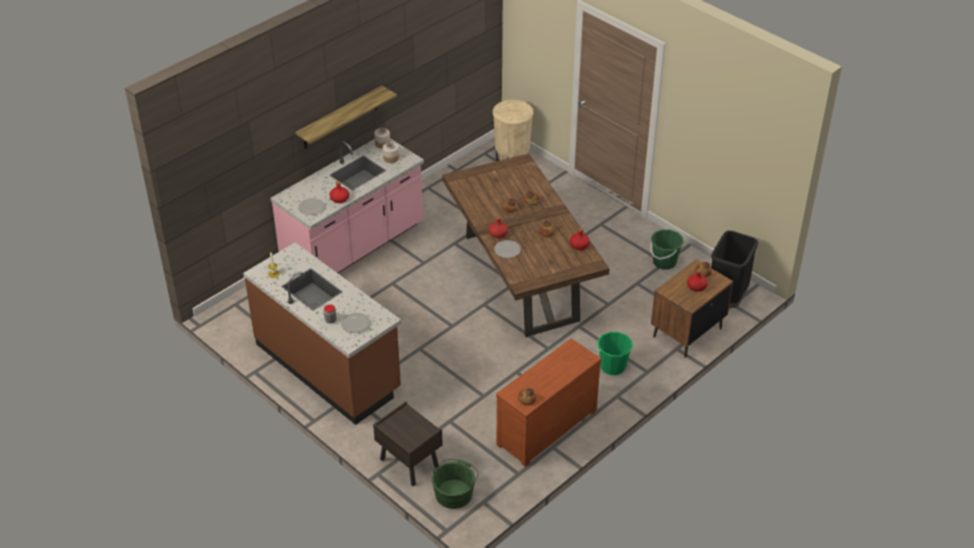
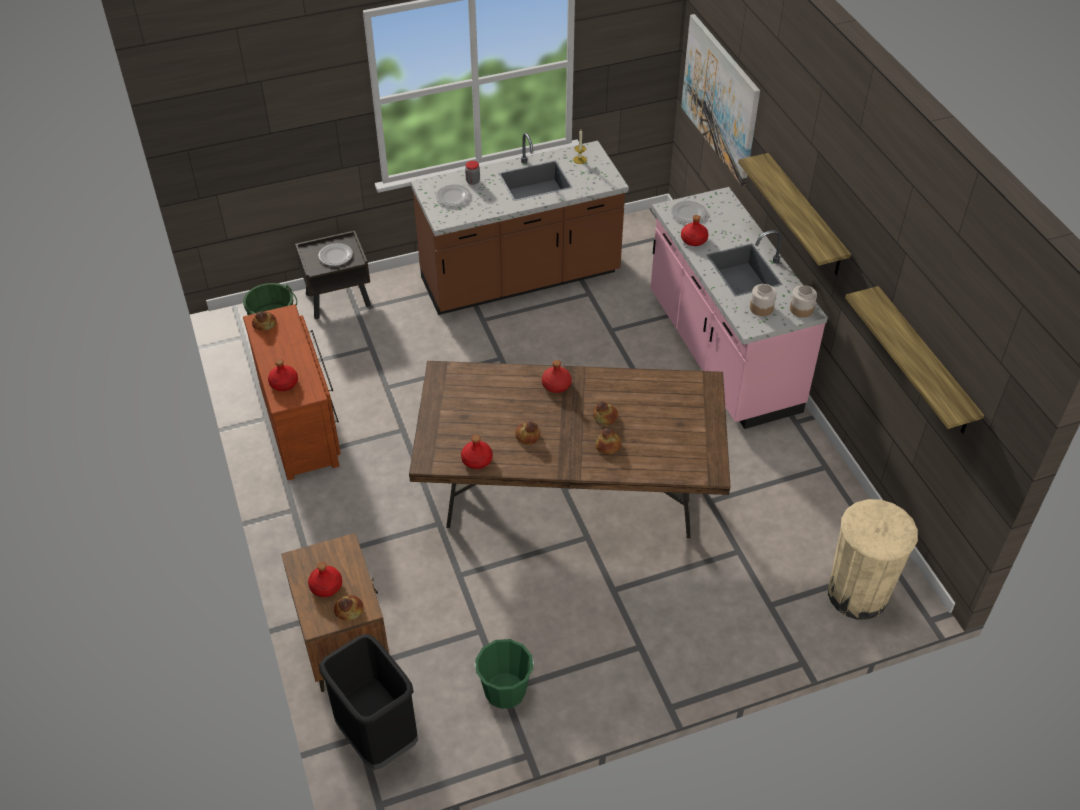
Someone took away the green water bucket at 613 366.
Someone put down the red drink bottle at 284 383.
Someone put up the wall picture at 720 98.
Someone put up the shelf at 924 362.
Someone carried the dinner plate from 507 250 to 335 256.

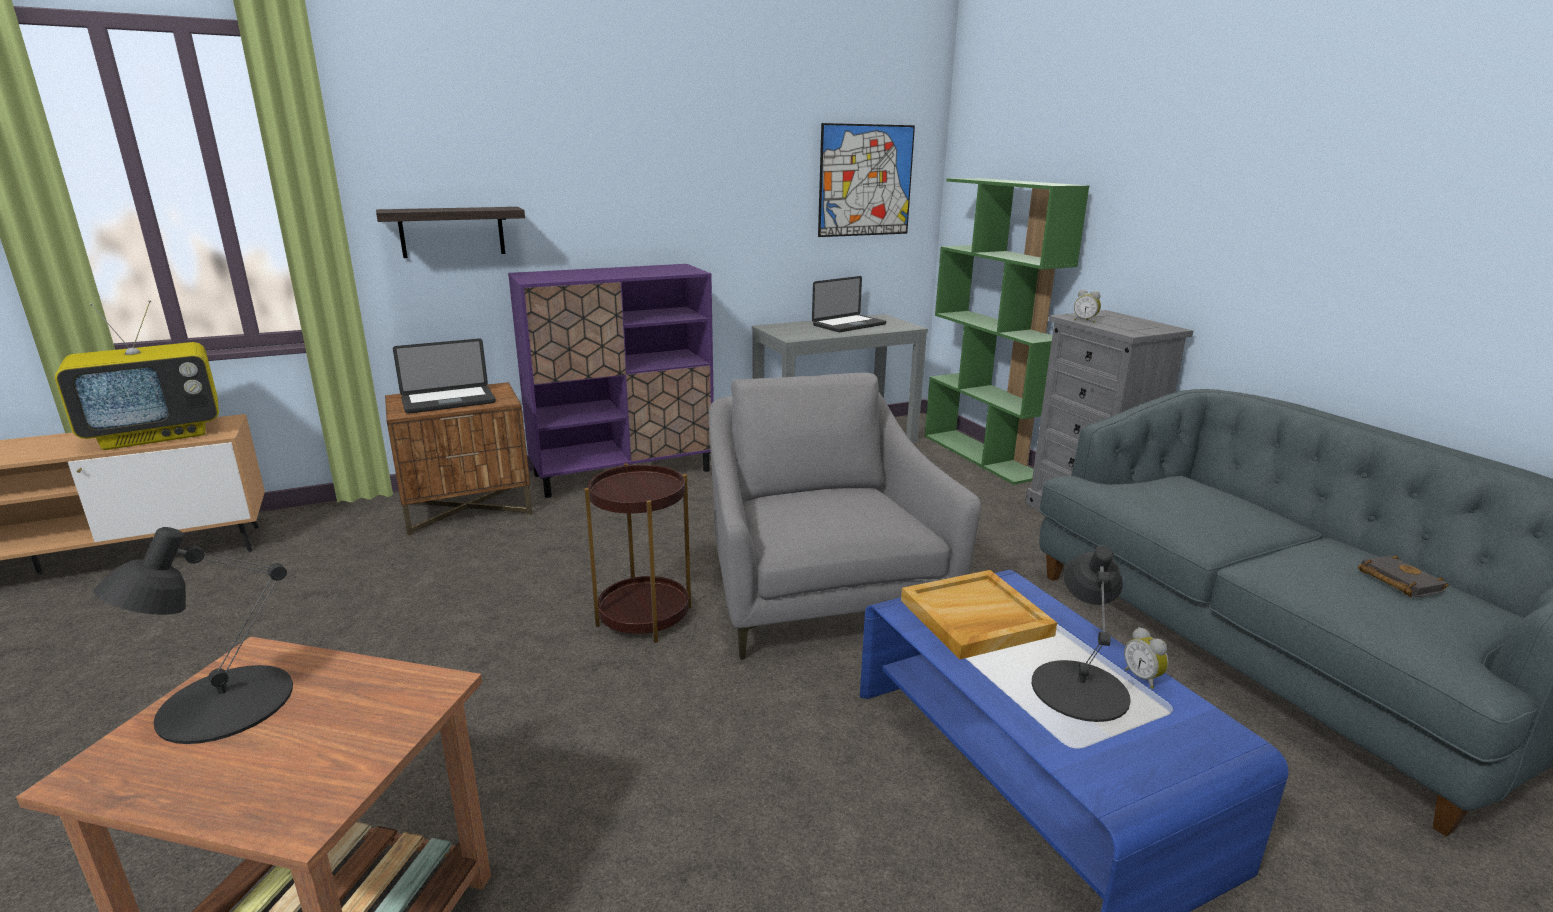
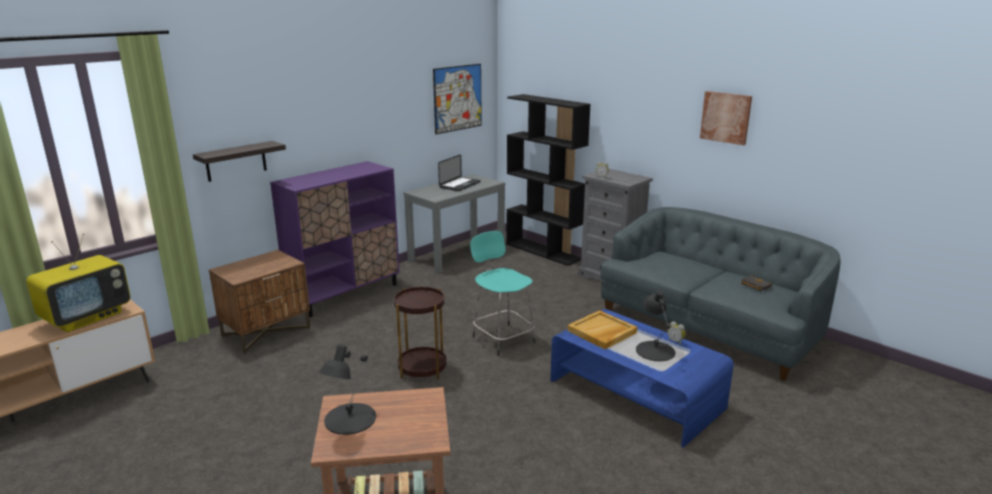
Someone took away the notebook computer at 448 401.
Someone put up the wall picture at 726 117.
Someone swapped the greyish lounge chair at 819 591 for the turquoise sitting stool at 502 339.
Someone repainted the green bookcase at 982 456, which became the blackish bookcase at 544 251.

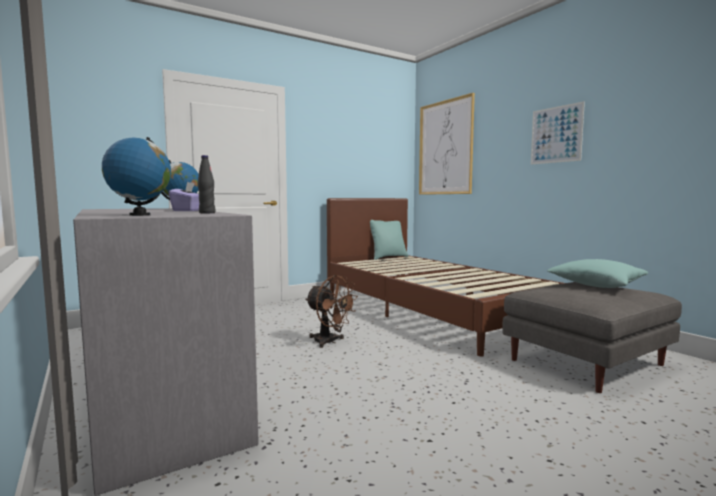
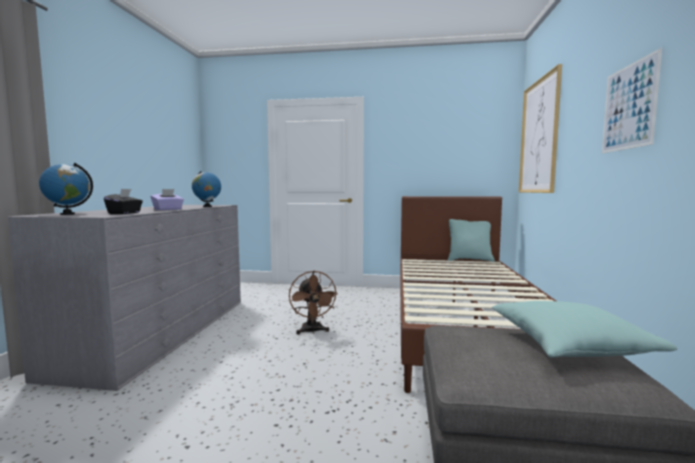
Someone swapped the blackish drink bottle at 207 213 for the blackish tissue holder at 125 213.

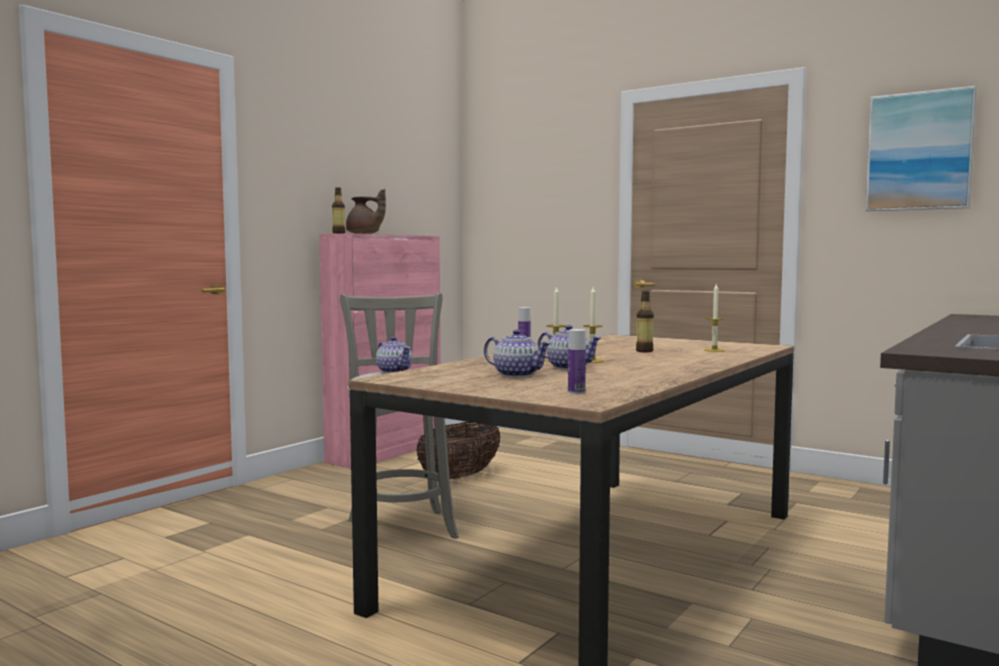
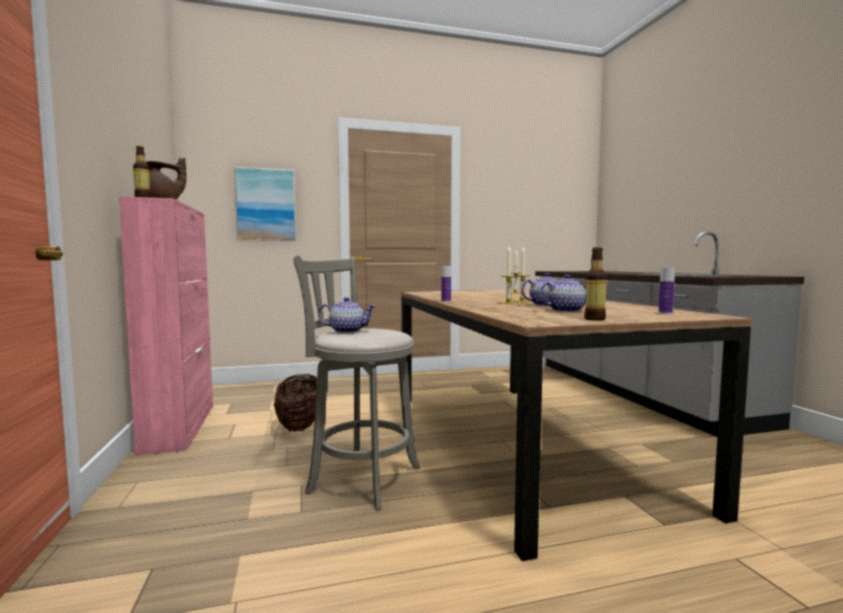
Someone carried the drink bottle from 644 351 to 594 319.
Someone carried the wall picture from 919 151 to 266 205.

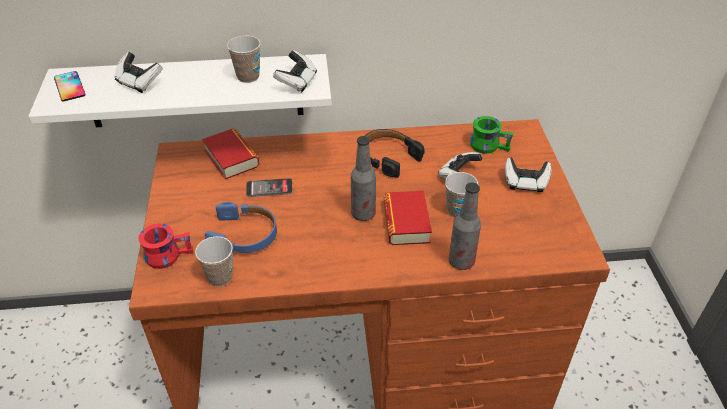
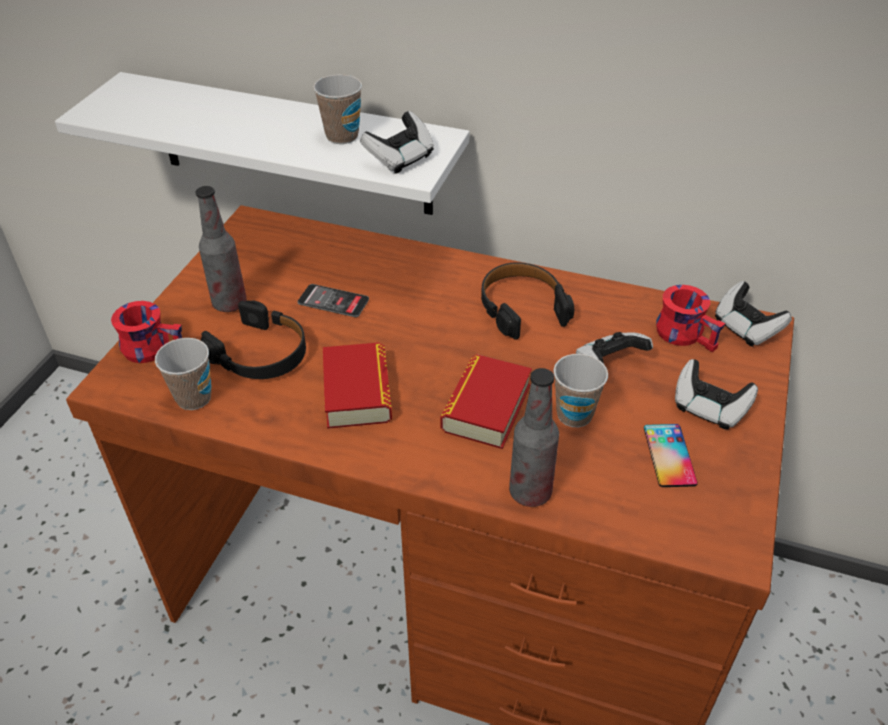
Someone carried the telephone from 69 86 to 669 455.
Someone carried the game controller from 139 83 to 746 328.
Someone carried the book from 231 158 to 357 392.
Someone carried the drink bottle from 363 214 to 229 303.
Someone repainted the blue-coloured headphones at 244 235, which became the blackish headphones at 260 353.
Someone repainted the green coffee mug at 489 145, which became the red coffee mug at 687 333.

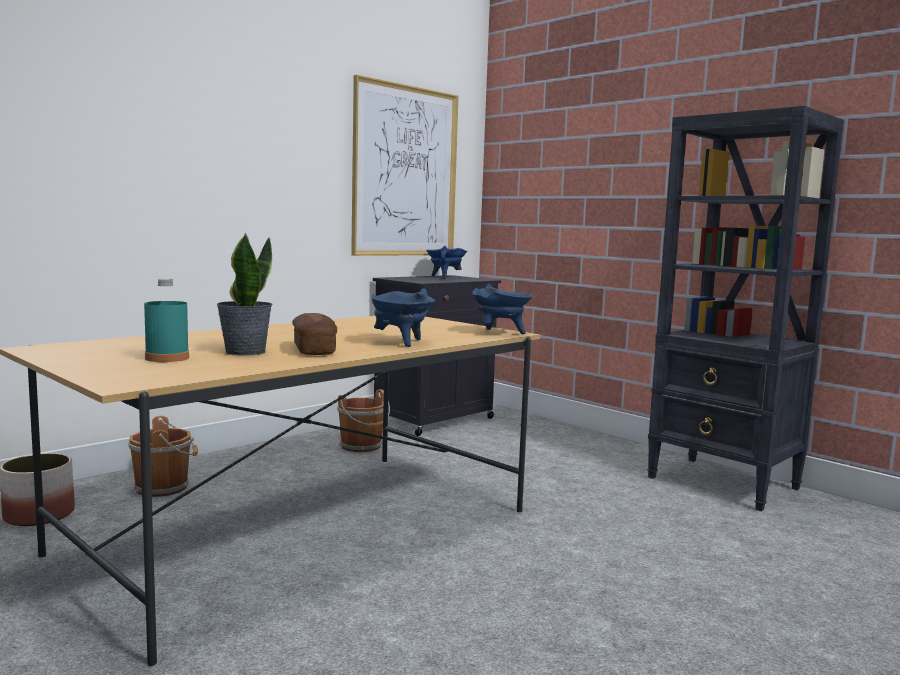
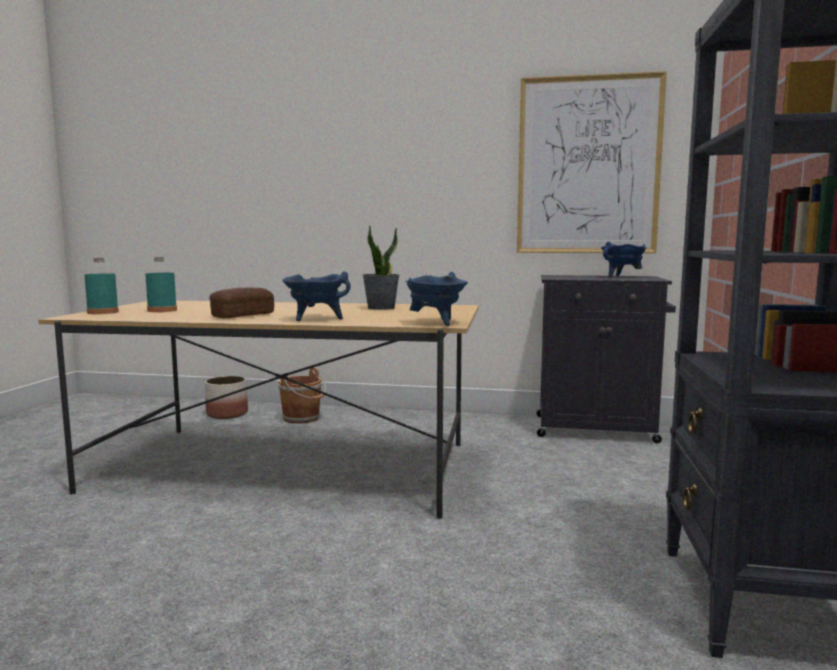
Someone took away the brown-coloured water bucket at 362 446.
Someone put down the turquoise drink bottle at 103 312.
Someone carried the plant in a pot from 244 352 to 381 308.

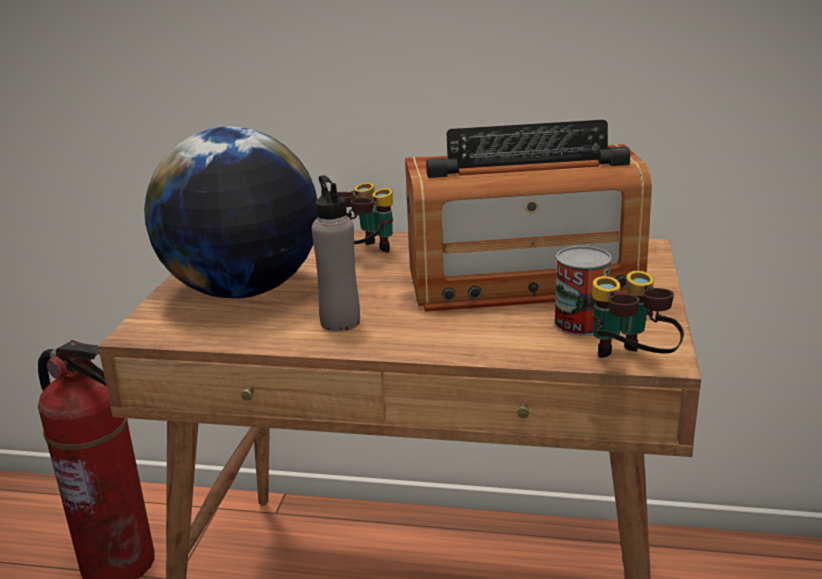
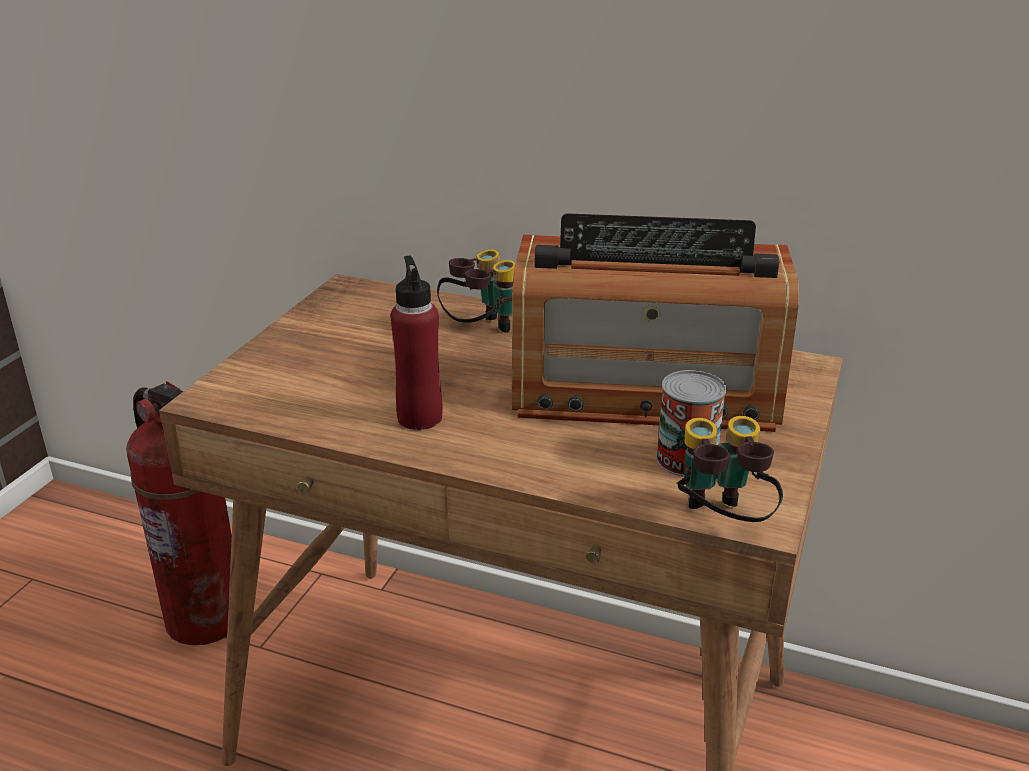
Someone took away the world globe at 243 290.
Someone repainted the greyish drink bottle at 340 322, which became the red drink bottle at 420 417.

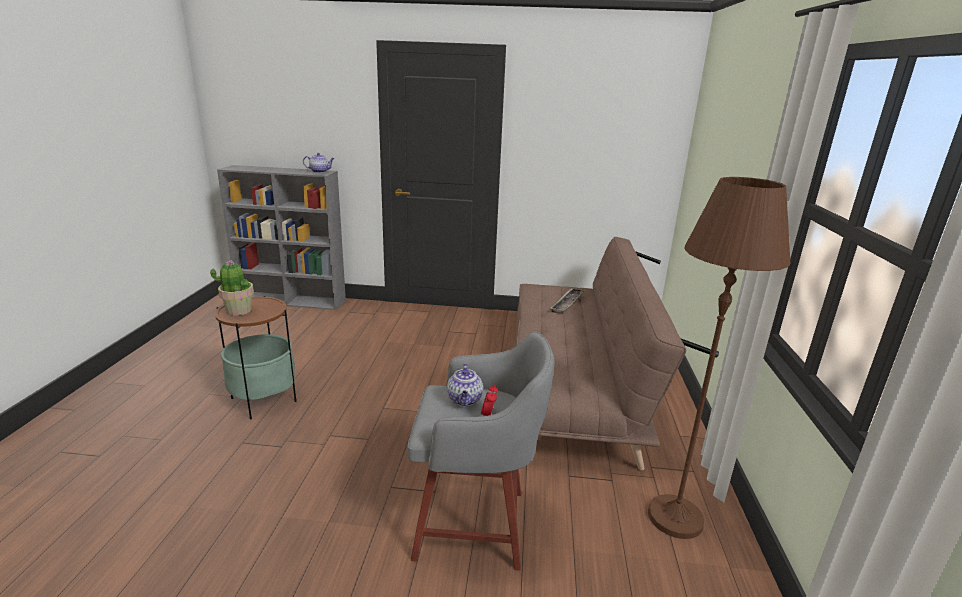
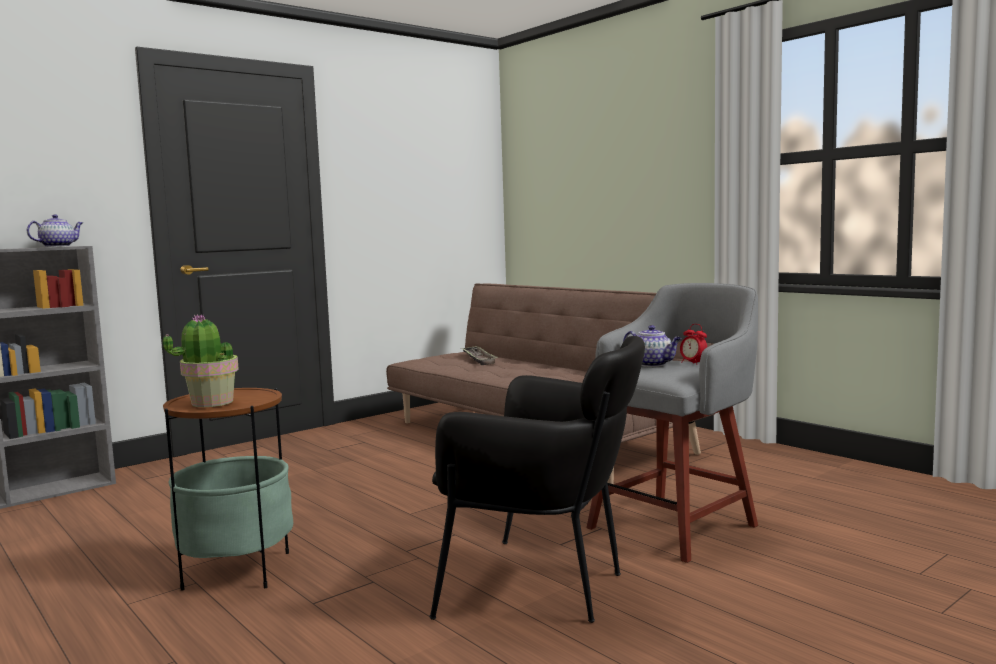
Someone took away the brown-coloured standing lamp at 675 517.
Someone put down the blackish lounge chair at 545 588.

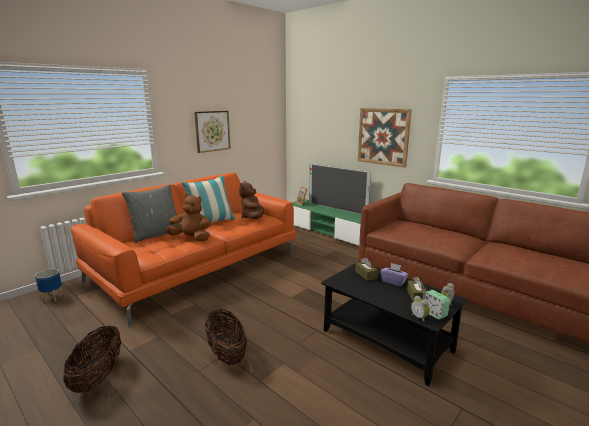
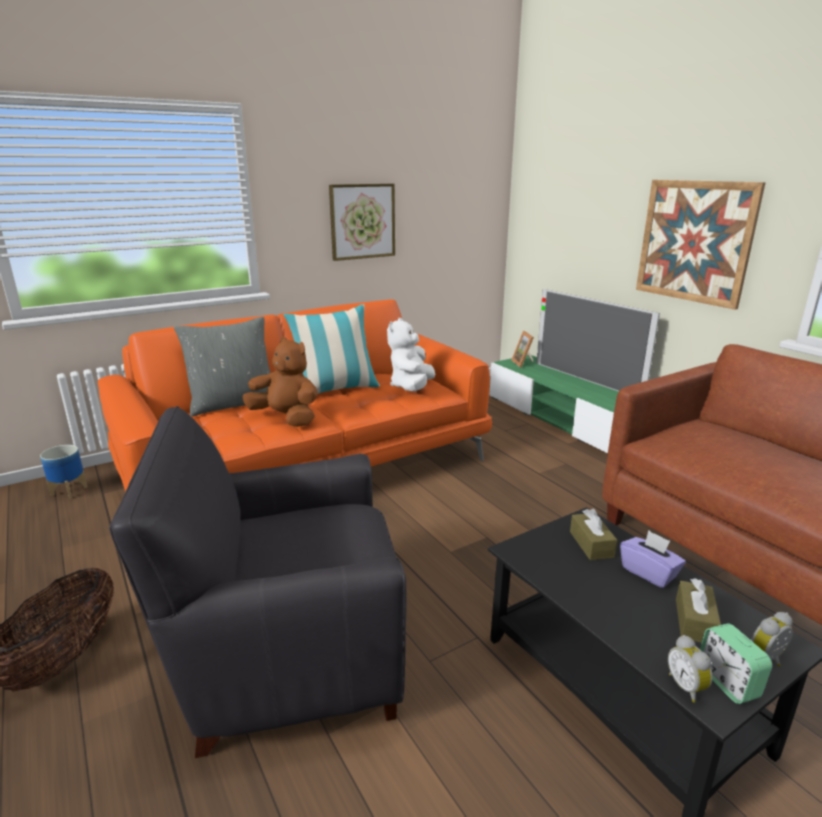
Someone swapped the household basket at 226 353 for the blackish lounge chair at 289 655.
Someone repainted the brown-coloured cuddly toy at 253 218, which became the whitish cuddly toy at 411 387.

